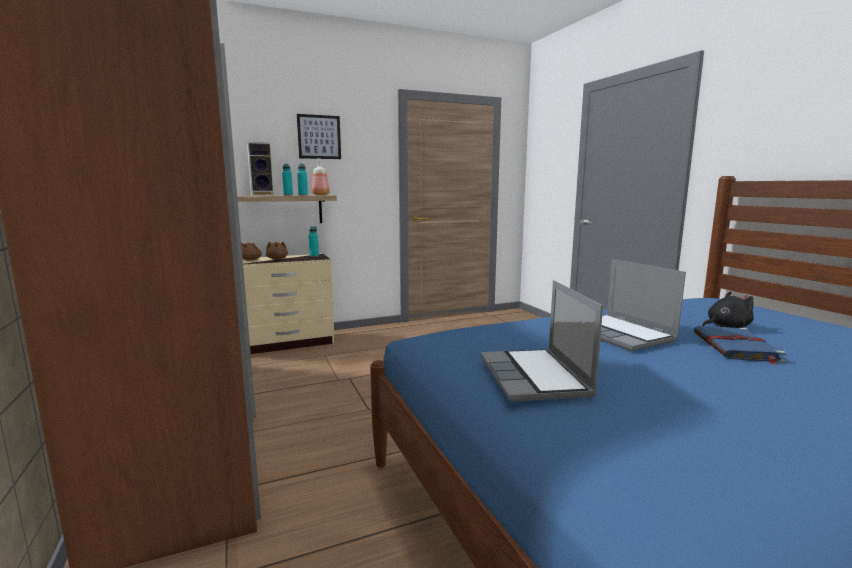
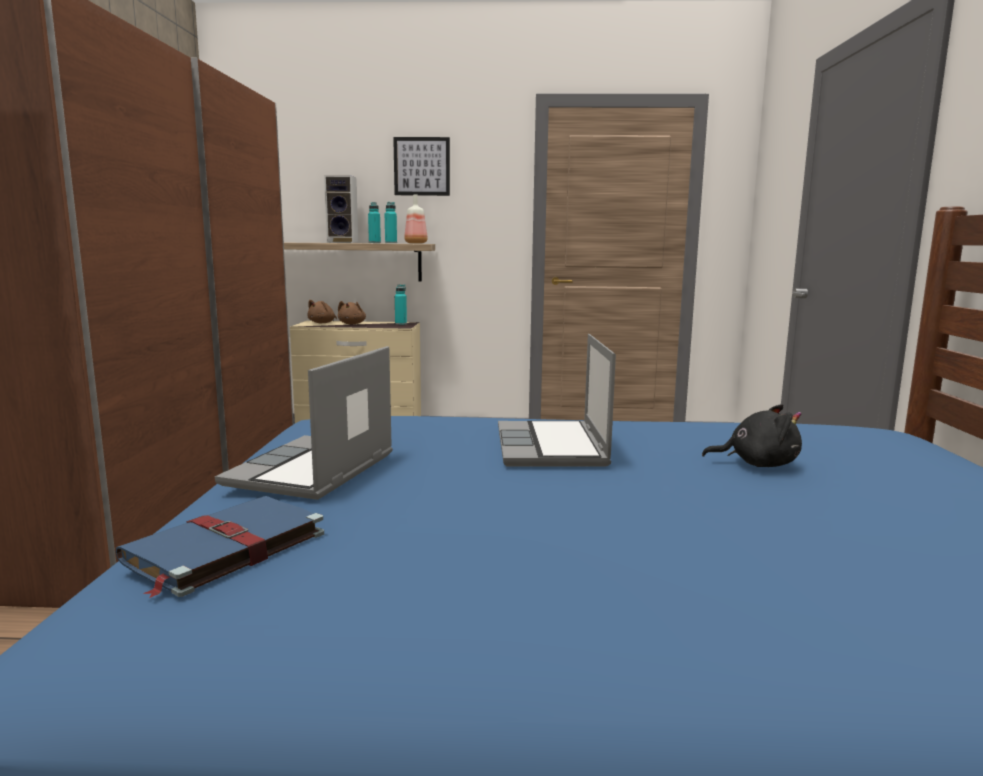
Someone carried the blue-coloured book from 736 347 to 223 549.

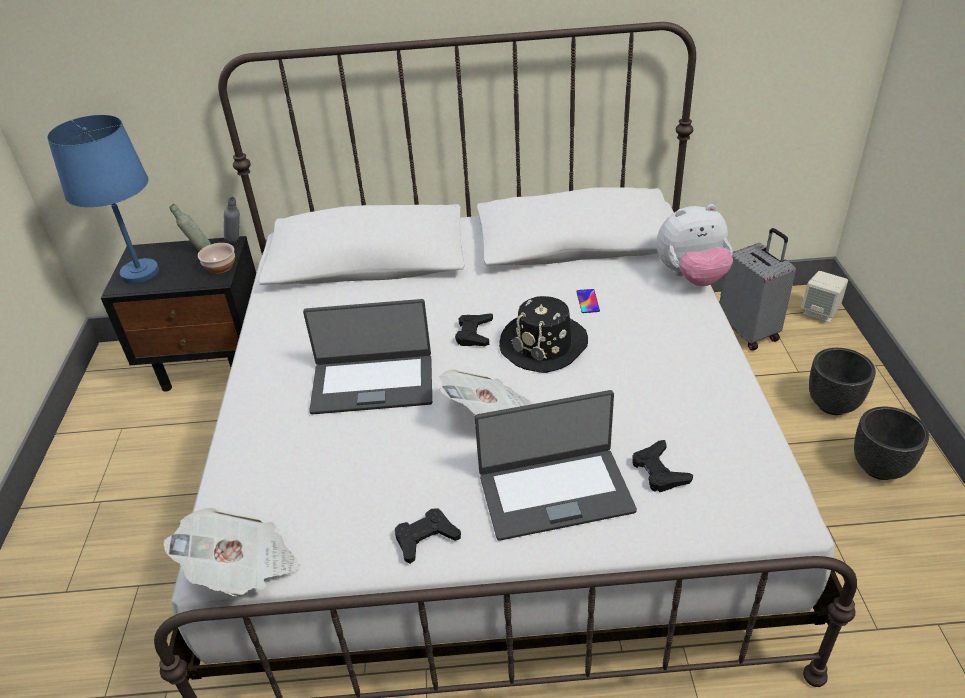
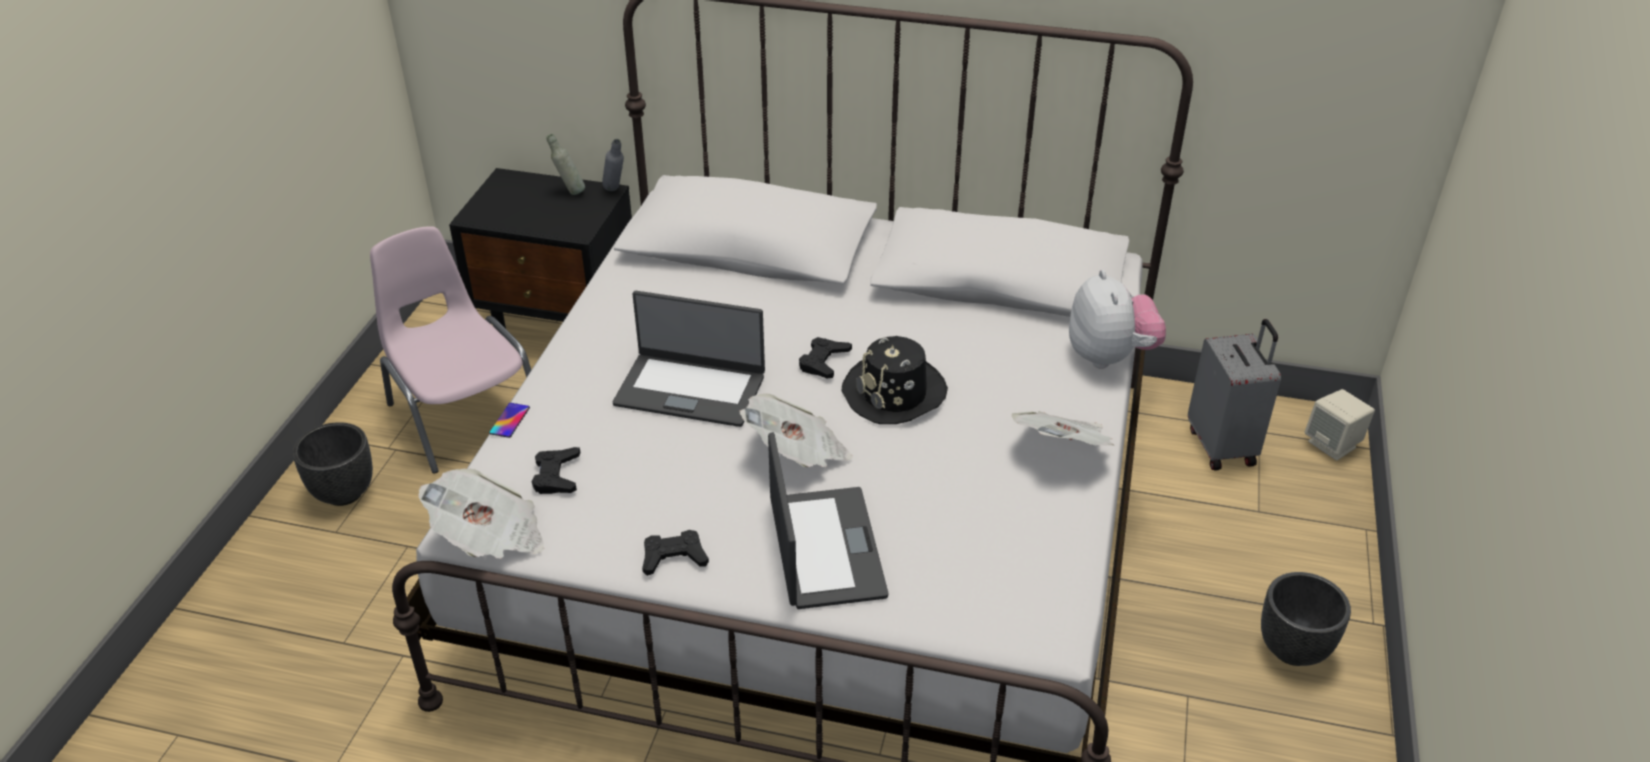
Someone took away the blue-coloured tabletop lamp at 140 273.
Someone took away the serving bowl at 220 267.
Someone put down the pinkish upright chair at 464 414.
Someone put down the printed paper at 1063 448.
Someone carried the telephone from 587 301 to 509 420.
Someone carried the blackish game controller from 659 471 to 557 476.
Someone carried the blackish planter from 833 405 to 345 493.
Someone rotated the notebook computer at 555 492 by 105 degrees counterclockwise.
Someone rotated the cuddly toy at 691 277 by 105 degrees counterclockwise.

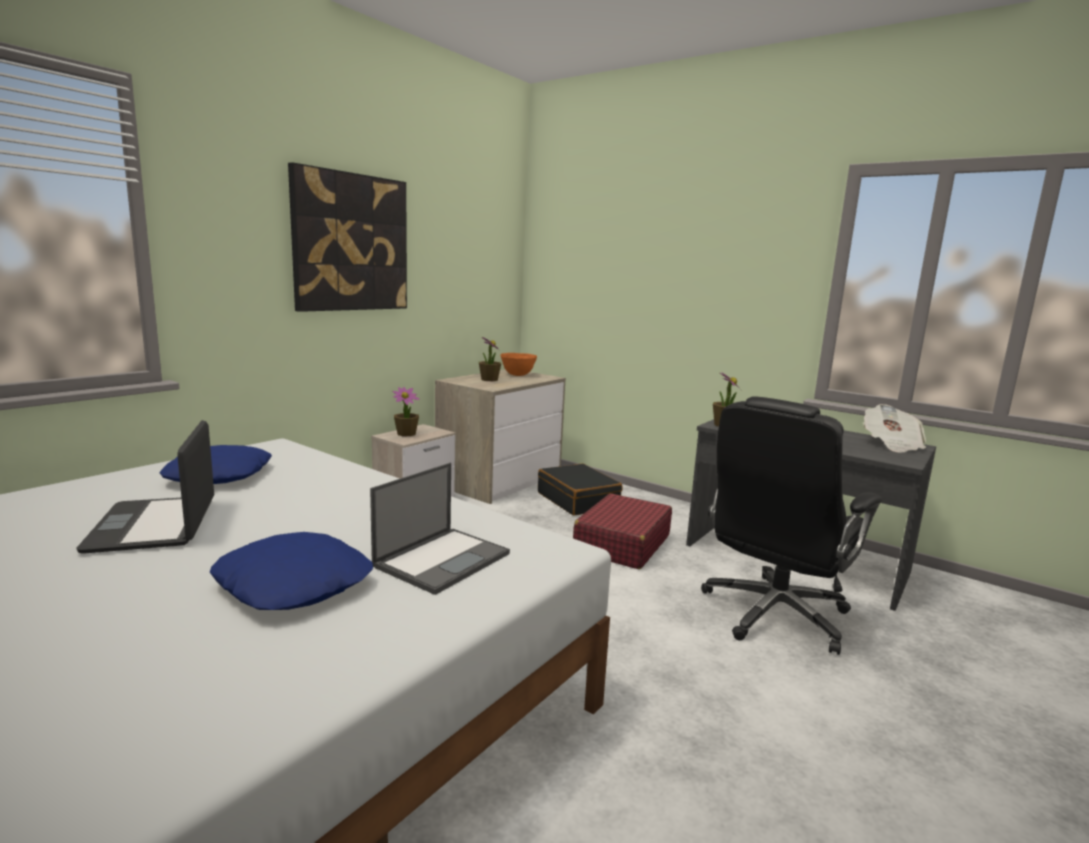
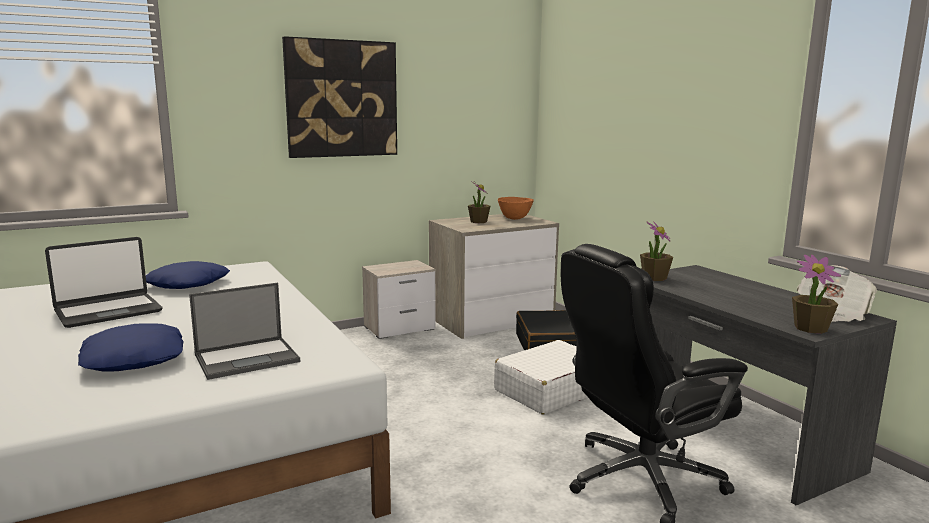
Someone carried the plant in a pot from 406 434 to 810 328.
Someone repainted the red travel case at 621 544, which became the whitish travel case at 550 390.
Someone rotated the notebook computer at 155 525 by 135 degrees counterclockwise.

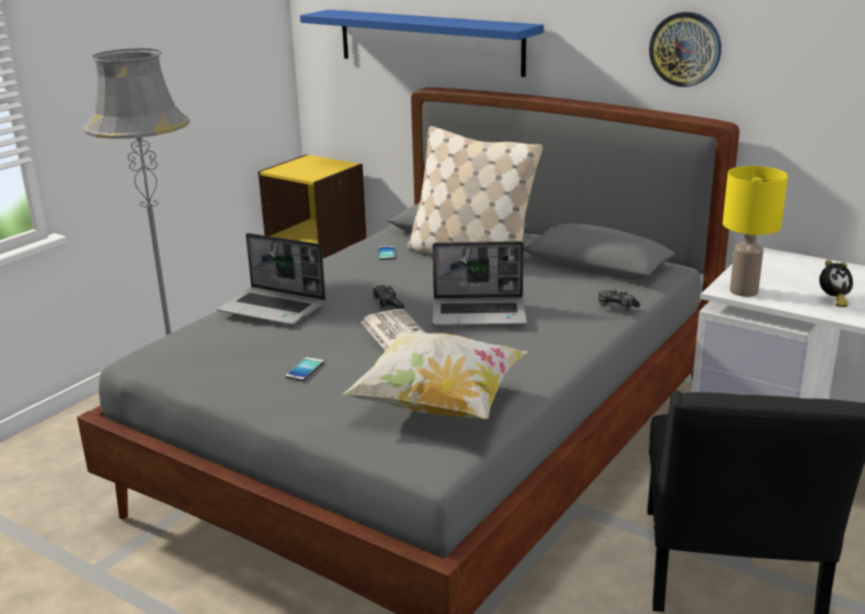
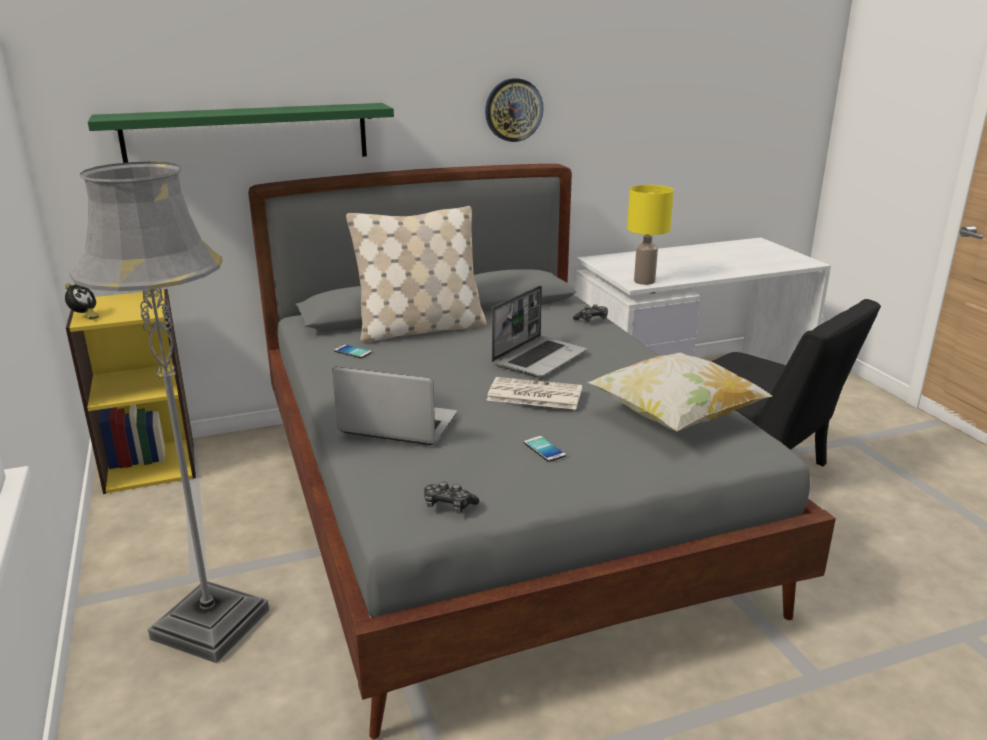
Someone carried the game controller from 387 304 to 448 505.
Someone carried the bedside clock from 833 300 to 84 317.
Someone repainted the blue-coloured shelf at 429 42, which became the green shelf at 247 136.
Someone rotated the notebook computer at 274 308 by 135 degrees counterclockwise.

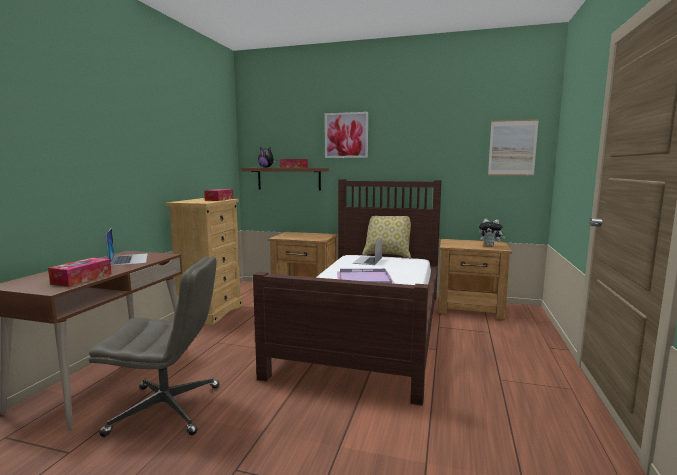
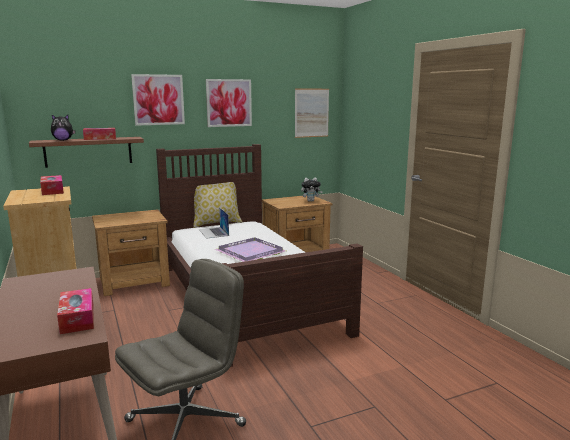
Someone took away the notebook computer at 129 259.
Someone put up the wall picture at 229 103.

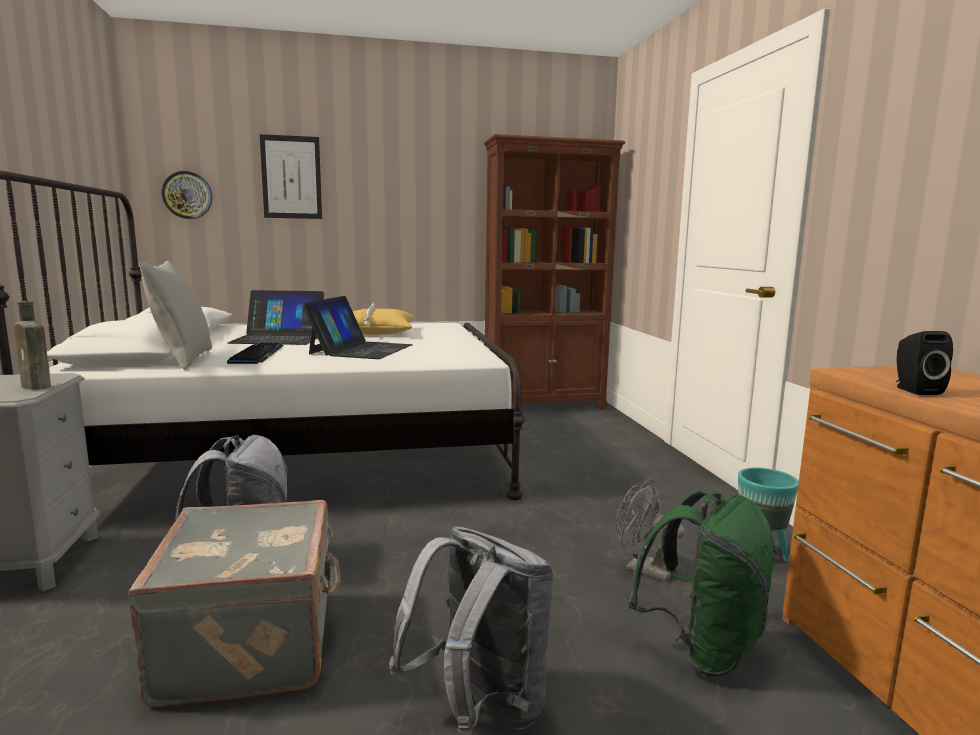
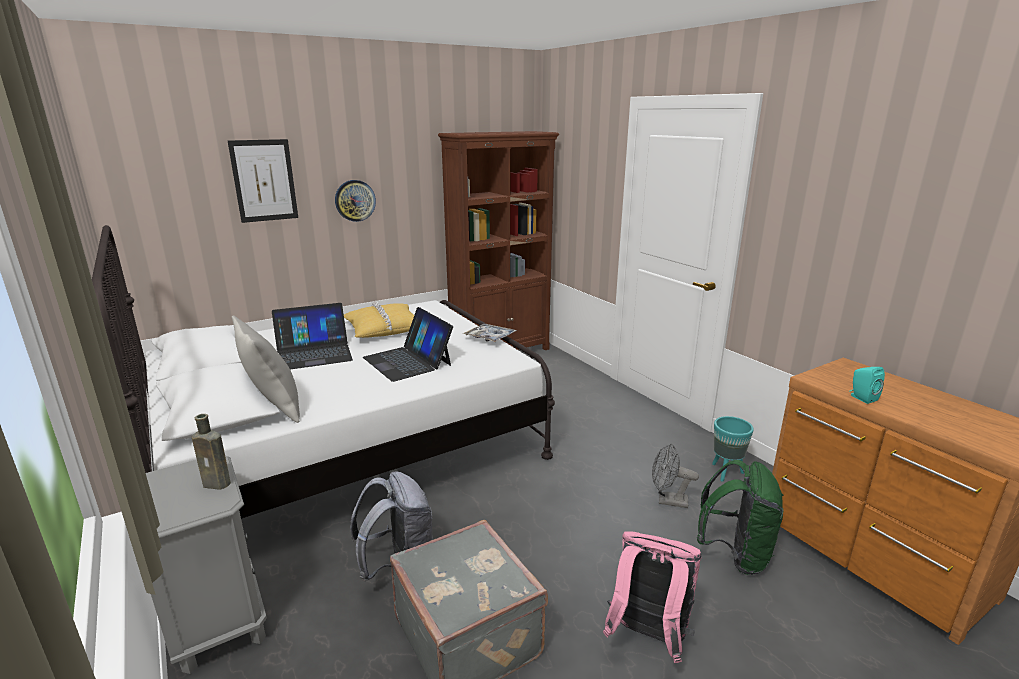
Someone took away the keyboard at 257 355.
Someone put down the serving tray at 490 337.
Someone carried the hanging clock from 187 195 to 355 200.
Someone repainted the greyish knapsack at 479 710, which became the pinkish knapsack at 647 637.
Someone repainted the blackish audio speaker at 914 390, which became the turquoise audio speaker at 861 398.
Someone rotated the notebook computer at 361 349 by 150 degrees clockwise.

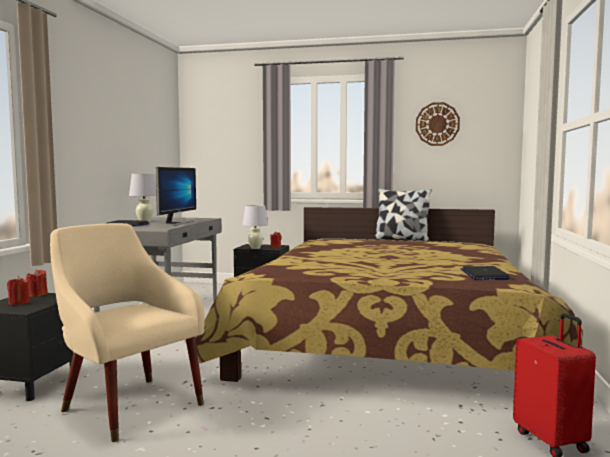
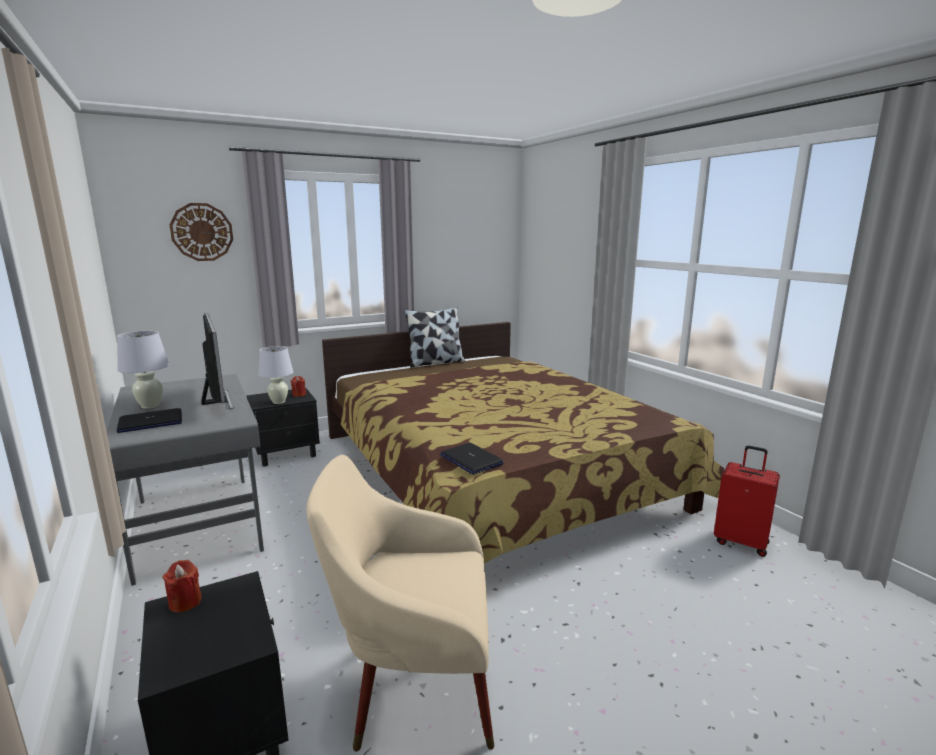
Someone took away the red wax candle at 19 303.
Someone carried the hanging clock from 437 124 to 202 232.
Someone carried the notebook computer from 484 274 to 470 459.

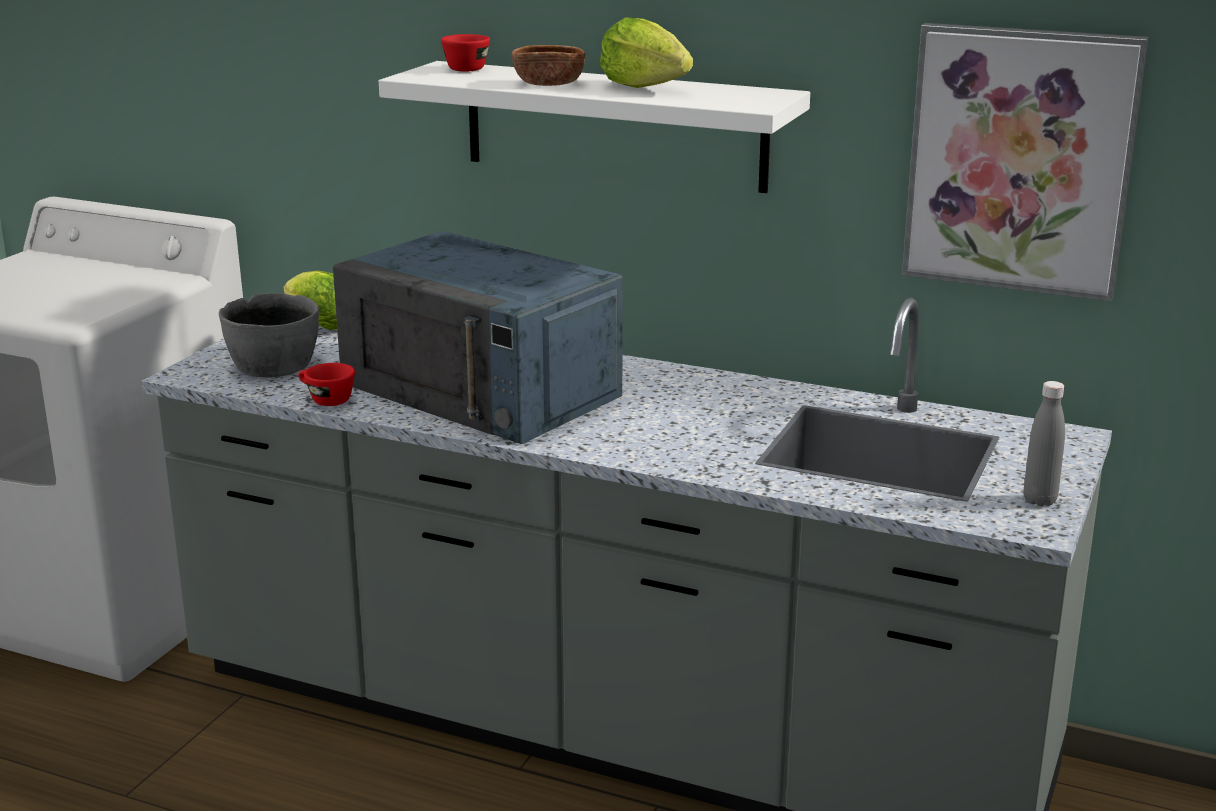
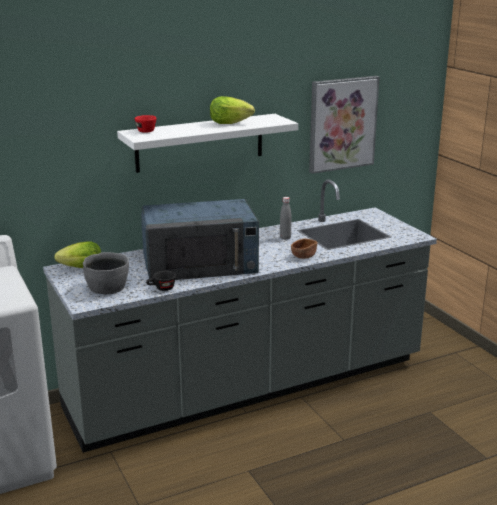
Someone carried the brown-coloured serving bowl from 548 83 to 303 256.
Someone carried the greyish drink bottle from 1039 500 to 285 238.
Someone repainted the red cup at 325 400, which became the blackish cup at 161 289.

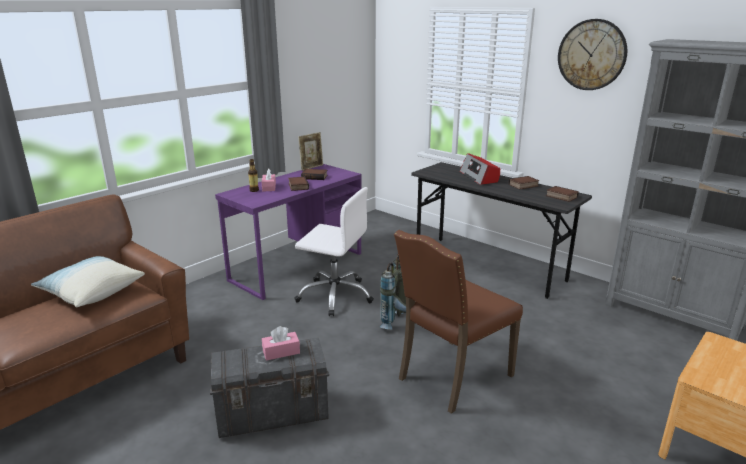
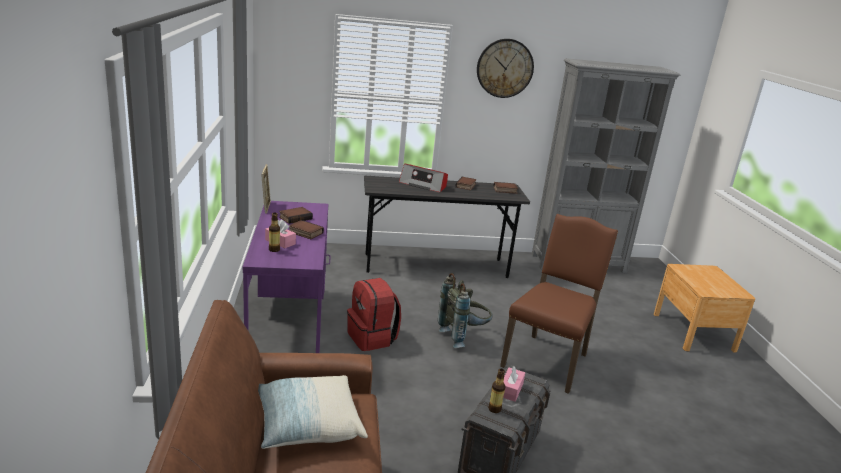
Someone put down the drink bottle at 494 409.
Someone swapped the whitish computer chair at 335 295 for the red knapsack at 372 338.
Someone rotated the brown-coloured upright chair at 452 376 by 150 degrees counterclockwise.

